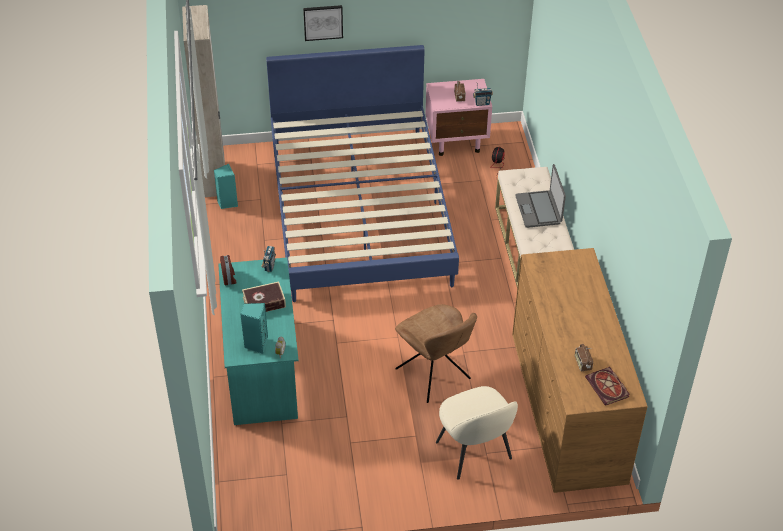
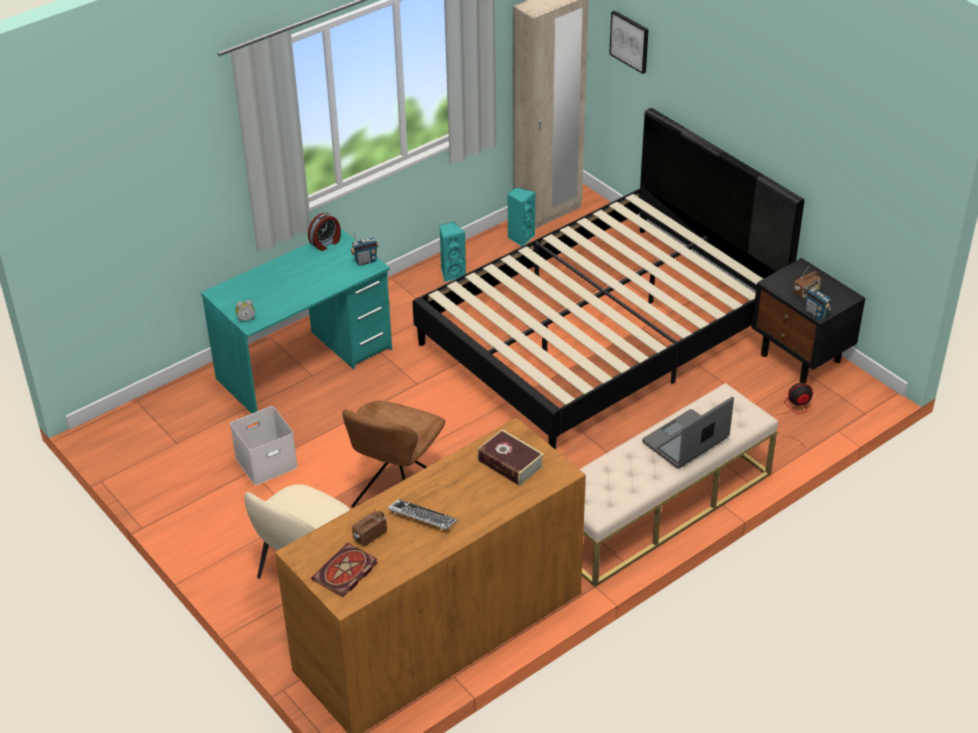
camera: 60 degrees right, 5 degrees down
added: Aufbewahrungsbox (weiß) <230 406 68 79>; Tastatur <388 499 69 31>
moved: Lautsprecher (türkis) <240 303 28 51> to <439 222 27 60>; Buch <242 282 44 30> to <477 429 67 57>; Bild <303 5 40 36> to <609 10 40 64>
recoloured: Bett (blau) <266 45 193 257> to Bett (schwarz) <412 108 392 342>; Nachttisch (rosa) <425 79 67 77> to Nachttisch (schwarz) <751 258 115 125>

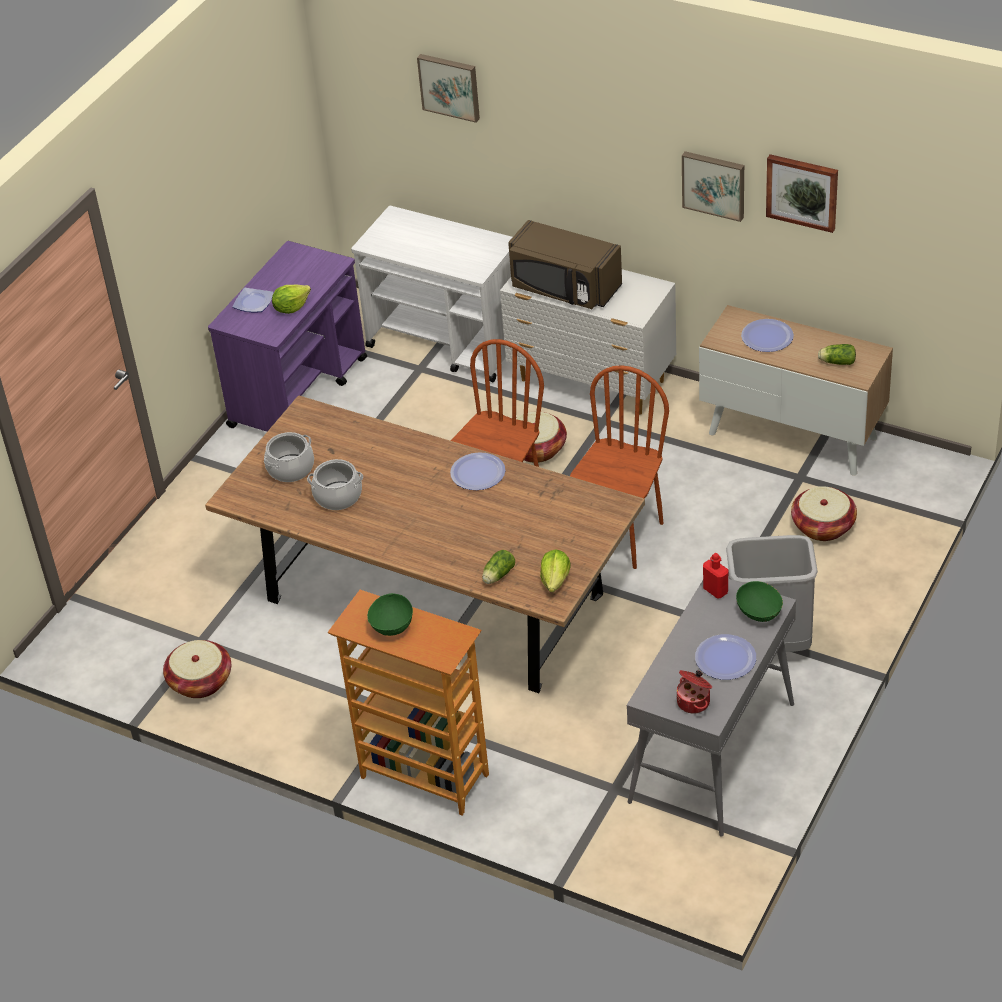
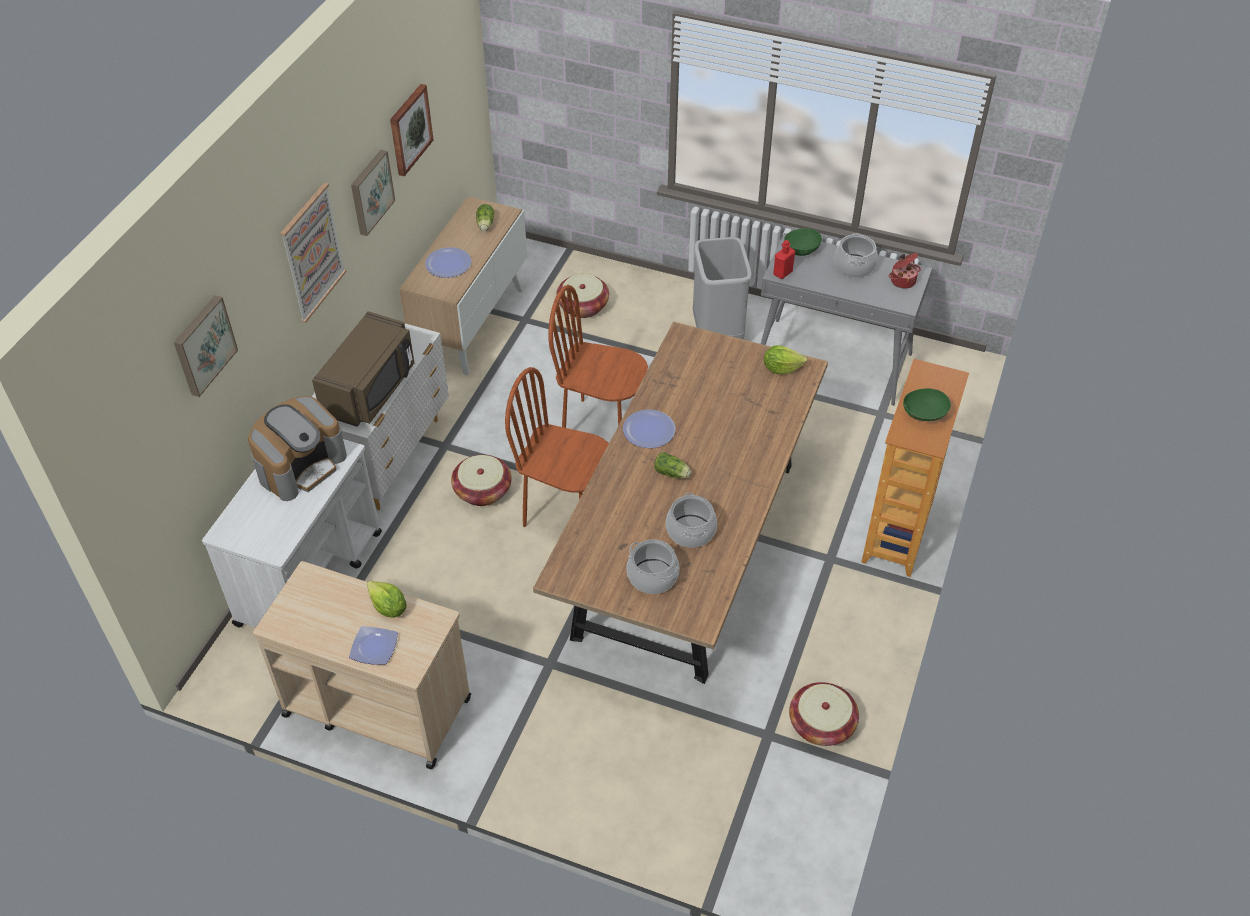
camera: 100 degrees left, 5 degrees up
added: Kaffeemaschine <248 396 99 105>; Bild <280 183 66 140>
moved: Salatkopf <482 550 33 34> to <654 452 38 27>
replaced: Teller <695 634 61 46> to Kochtopf <834 233 44 44>
recoloured: Rollwagen (lila) <208 241 159 191> to Rollwagen (beige) <253 561 218 208>

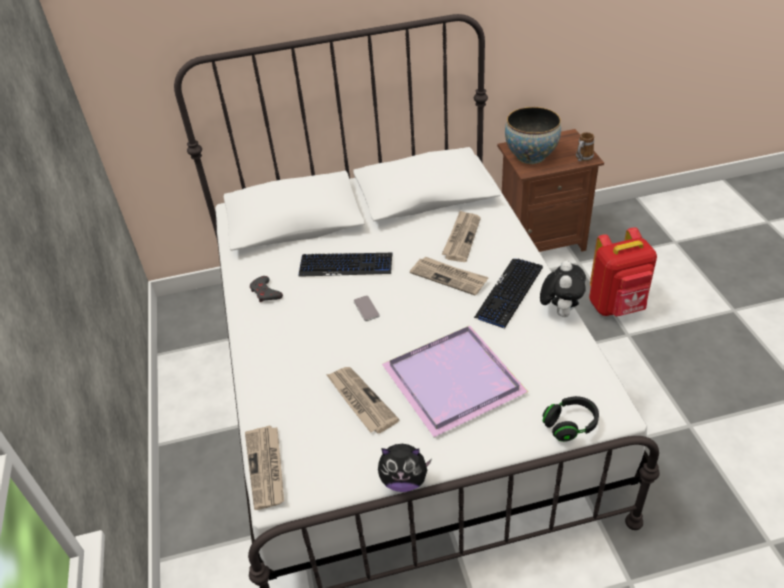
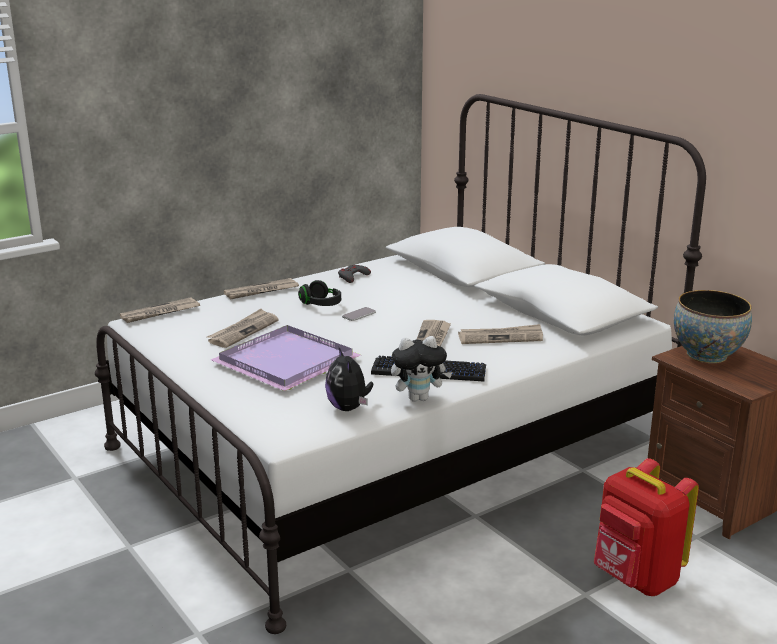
camera: 65 degrees right, 20 degrees down
removed: Tastatur <298 253 95 24>; Henkelbecher <576 132 18 30>
added: Zeitung <224 278 75 21>
moved: Plüschtier <378 444 53 48> to <325 348 48 63>; Kopfhörer (schwarz) <543 396 56 46> to <298 280 43 26>

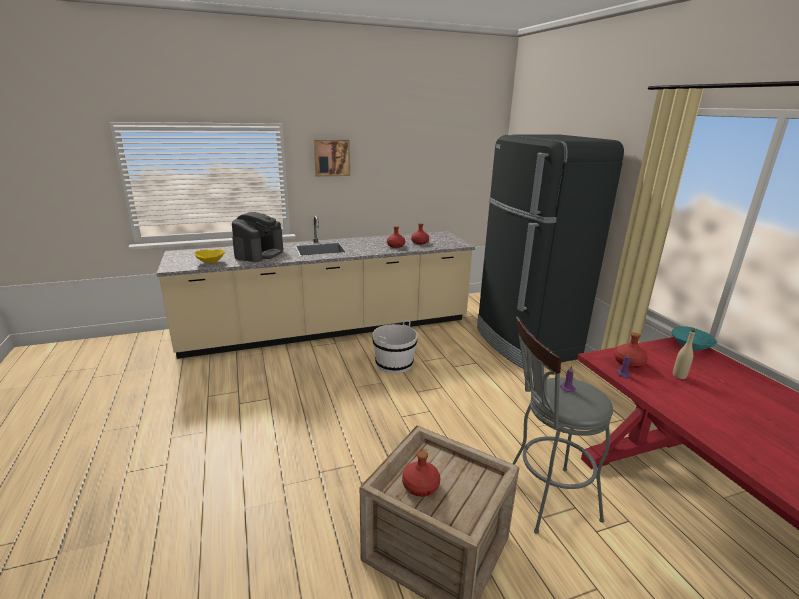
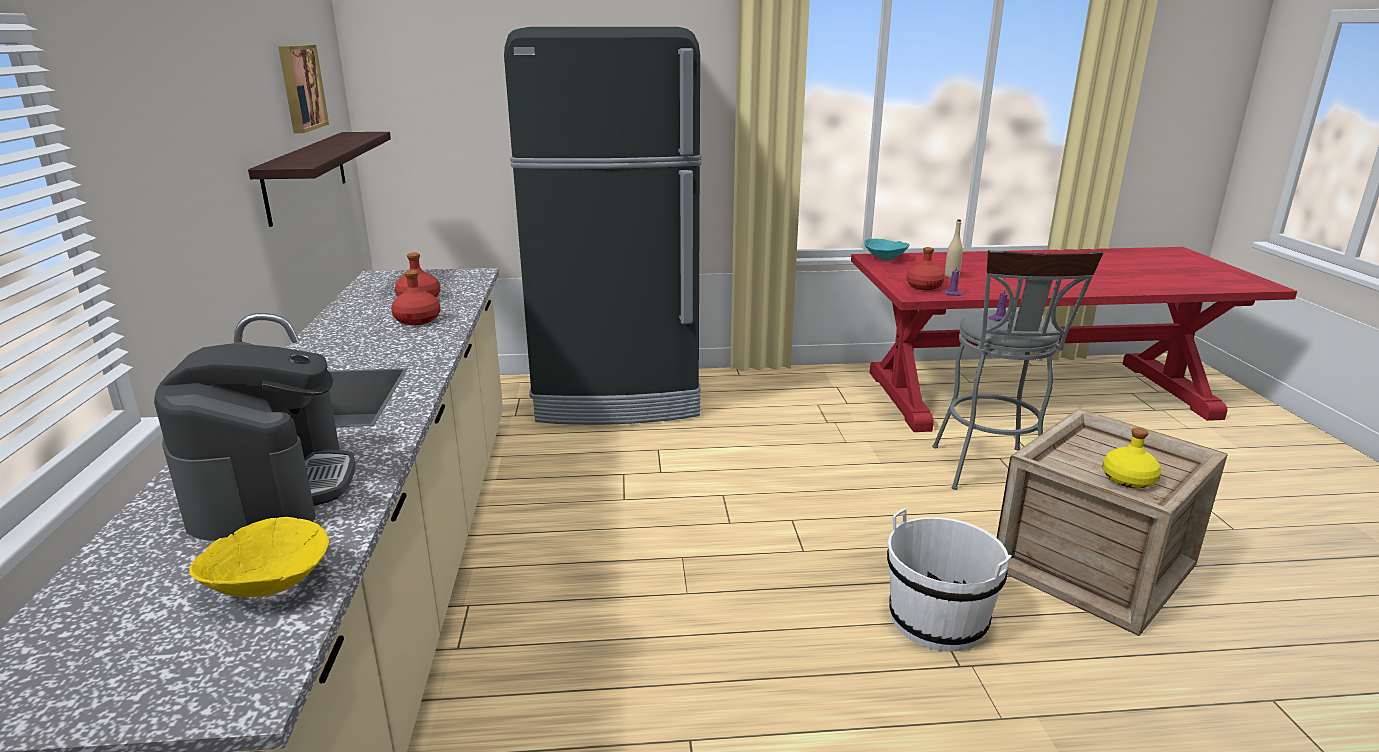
camera: 75 degrees left, 0 degrees up
added: Wandregal <248 132 143 95>
moved: Bild <314 139 36 38> to <278 45 51 88>; Eimer (weiß) <372 319 46 54> to <887 508 125 144>
recoloured: Flasche (rot) <402 451 38 46> to Flasche (gelb) <1102 427 59 62>
turned: Kaffeemaschine <232 212 51 50> = <154 342 202 199> 45 degrees clockwise

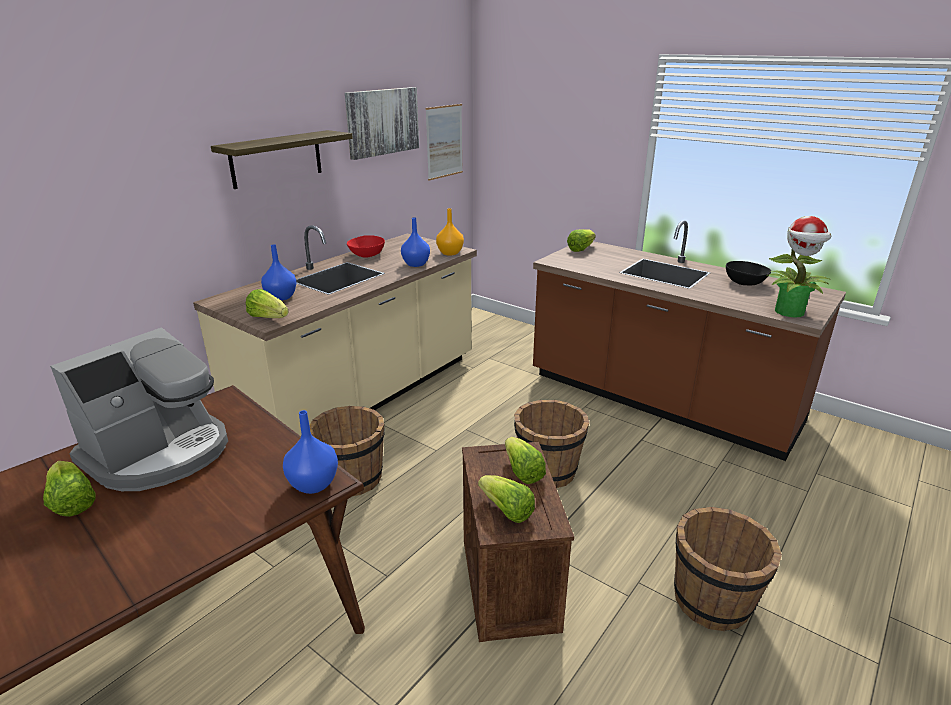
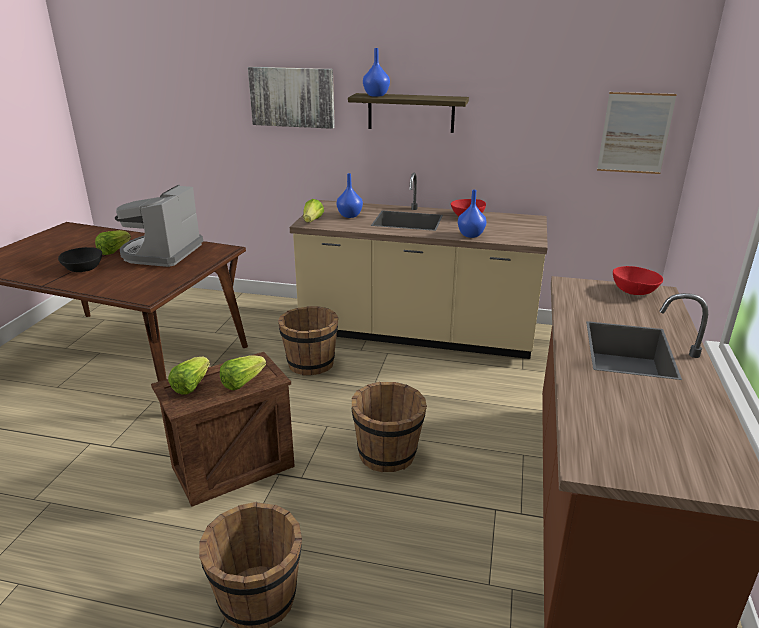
camera: 65 degrees right, 0 degrees up
removed: Vase (orange) <436 208 28 48>; Topfpflanze <767 216 64 102>
moved: Vase (blau) <283 410 55 84> to <363 48 27 49>; Bild <345 87 74 73> to <248 67 87 62>; Schüssel (schwarz) <726 261 45 24> to <58 247 44 25>
replaced: Salatkopf <567 229 29 23> to Schüssel (rot) <613 266 50 29>
turned: Kaffeemaschine <50 328 178 163> = <115 185 88 82> 90 degrees clockwise

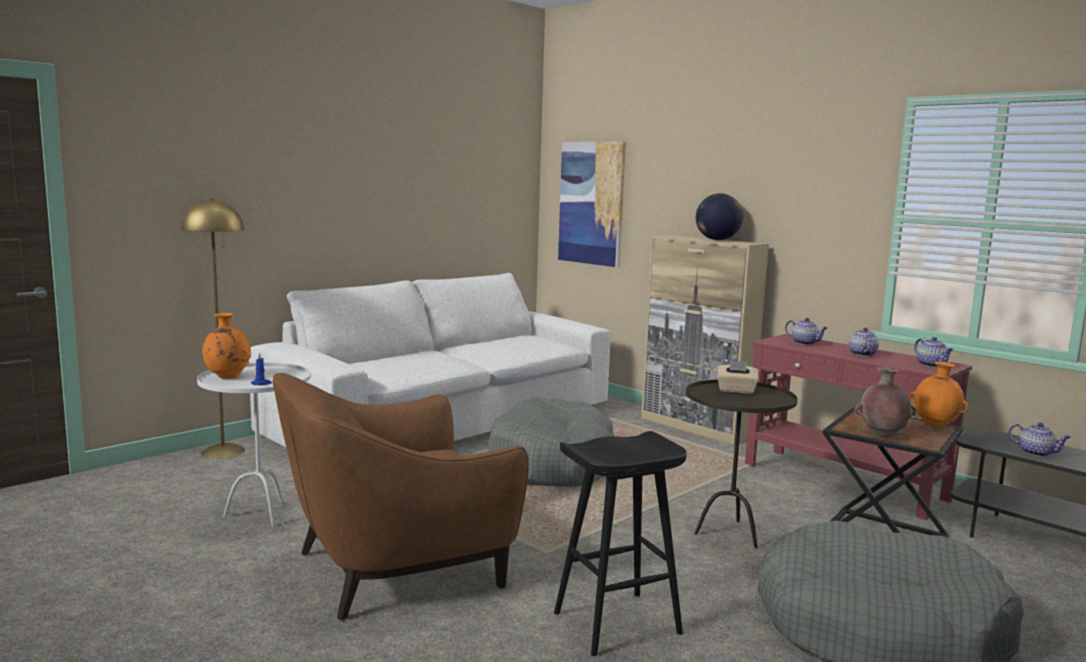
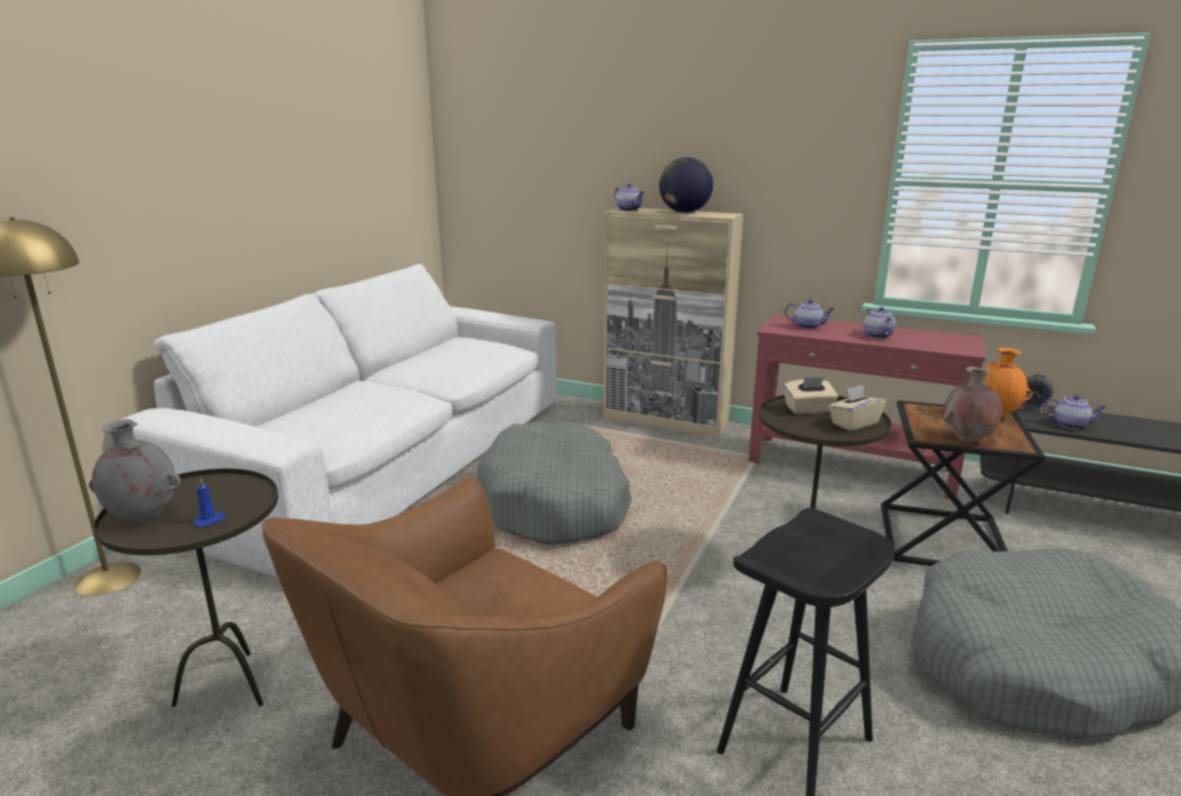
camera: 20 degrees left, 10 degrees up
removed: Bild <558 141 68 126>
added: Taschentuchbox (beige) <829 385 57 46>; Wecker <1018 374 36 40>
moved: Teekanne <914 337 39 30> to <614 183 30 28>
recoloured: Beistelltisch (weiß) <197 363 114 164> to Beistelltisch (braun) <94 468 184 239>; Vase (orange) <202 313 49 66> to Vase (grau) <89 419 92 103>

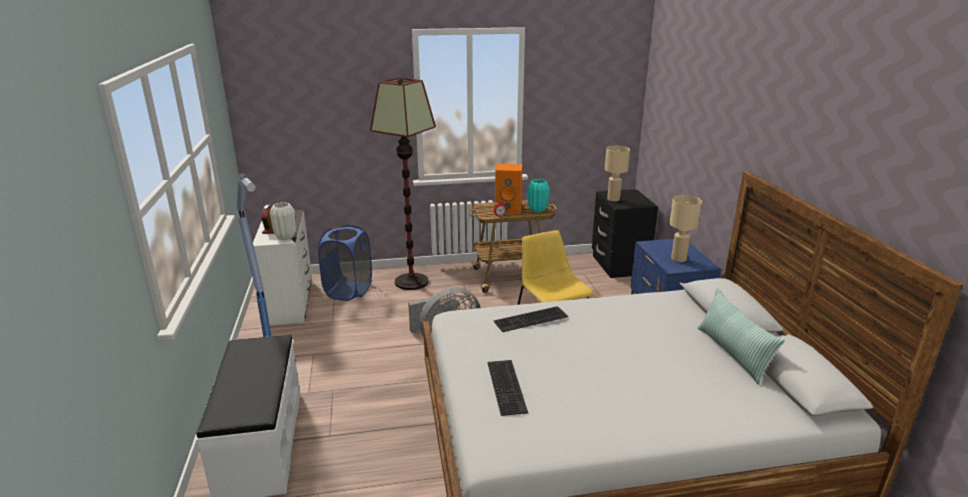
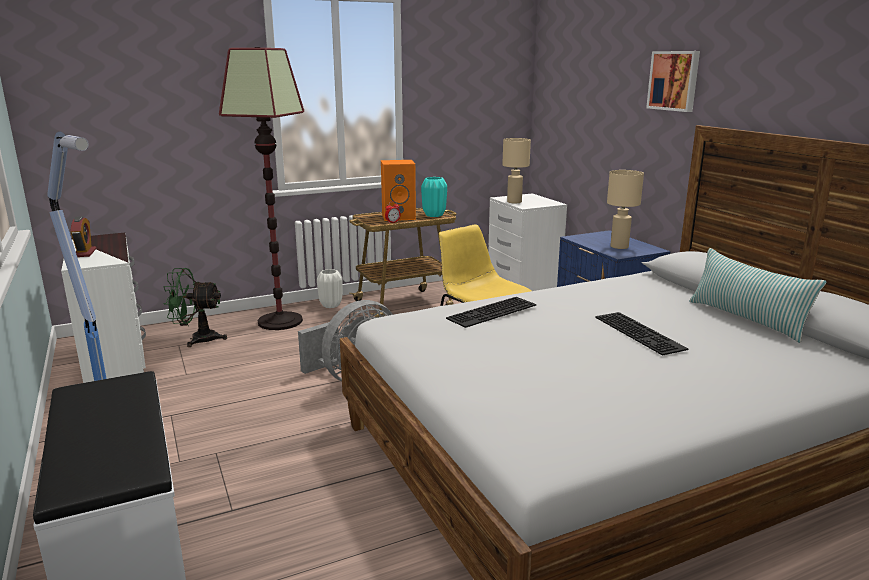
camera: 15 degrees left, 5 degrees down
added: Bild <646 51 54 61>
moved: Vase (weiß) <270 202 26 38> to <317 269 26 39>; Tastatur <487 360 41 56> to <595 312 93 44>
replaced: Wäschekorb (blau) <318 225 54 76> to Ventilator (grün) <163 268 64 79>
recoloured: Nachttisch (schwarz) <592 189 66 89> to Nachttisch (weiß) <488 193 79 98>

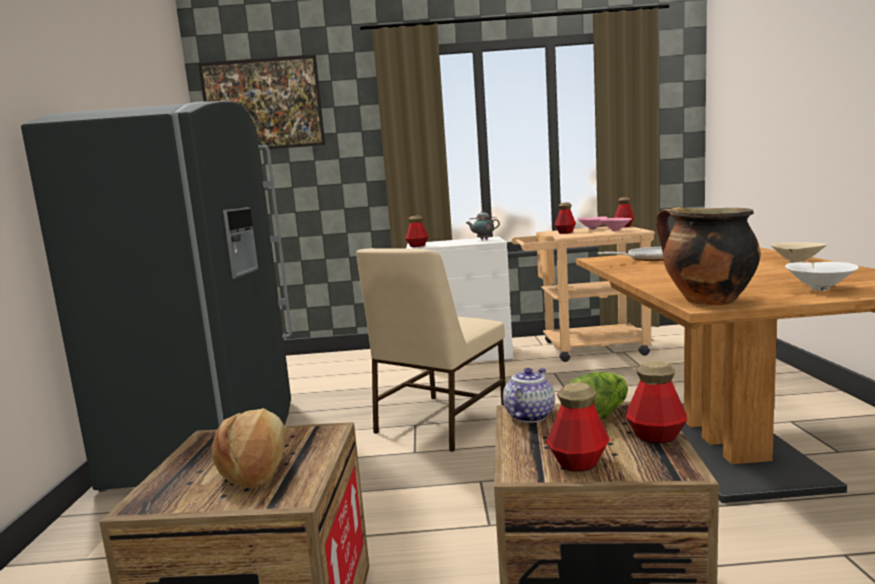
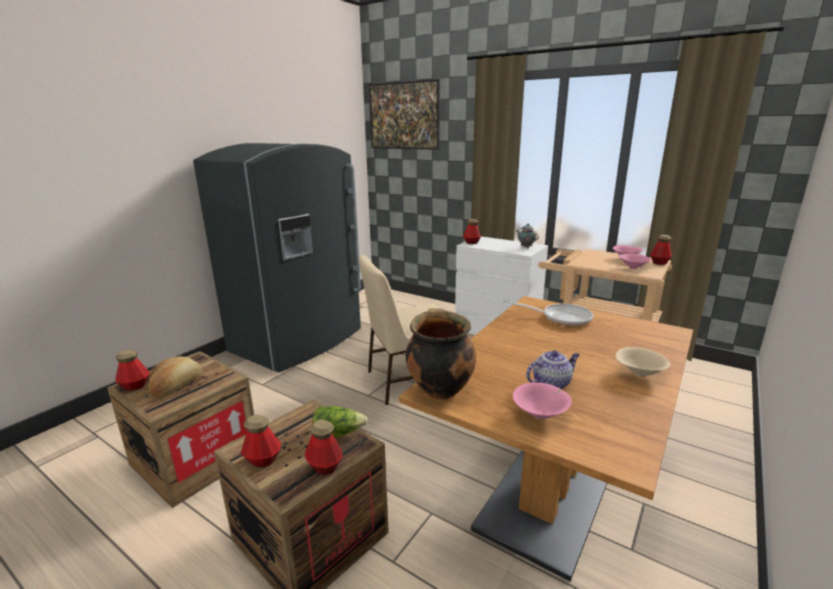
camera: 35 degrees right, 10 degrees up
moved: Teekanne <503 368 52 55> to <526 350 54 39>; Flasche <555 202 21 32> to <115 350 34 41>
recoloured: Schüssel (weiß) <785 262 74 29> to Schüssel (rosa) <513 382 59 38>

